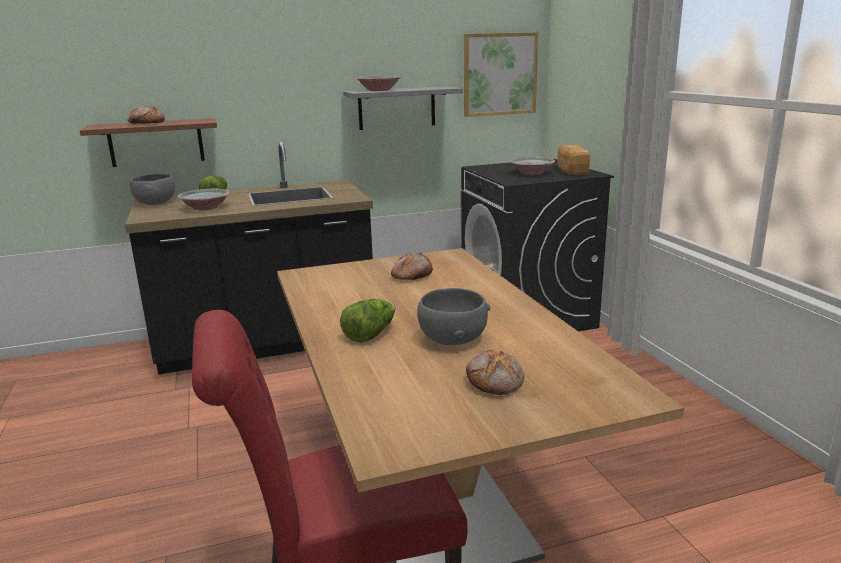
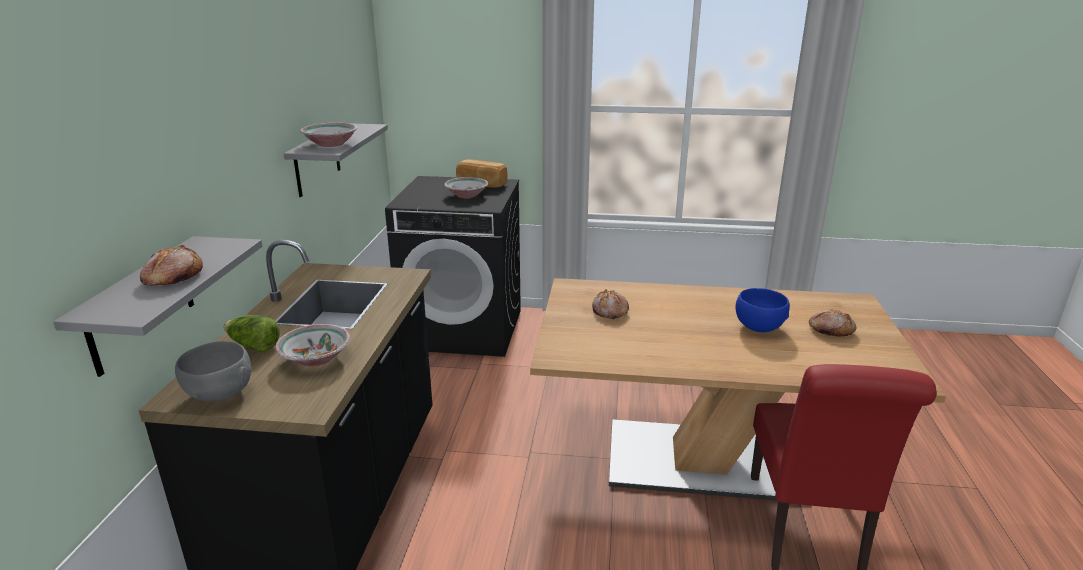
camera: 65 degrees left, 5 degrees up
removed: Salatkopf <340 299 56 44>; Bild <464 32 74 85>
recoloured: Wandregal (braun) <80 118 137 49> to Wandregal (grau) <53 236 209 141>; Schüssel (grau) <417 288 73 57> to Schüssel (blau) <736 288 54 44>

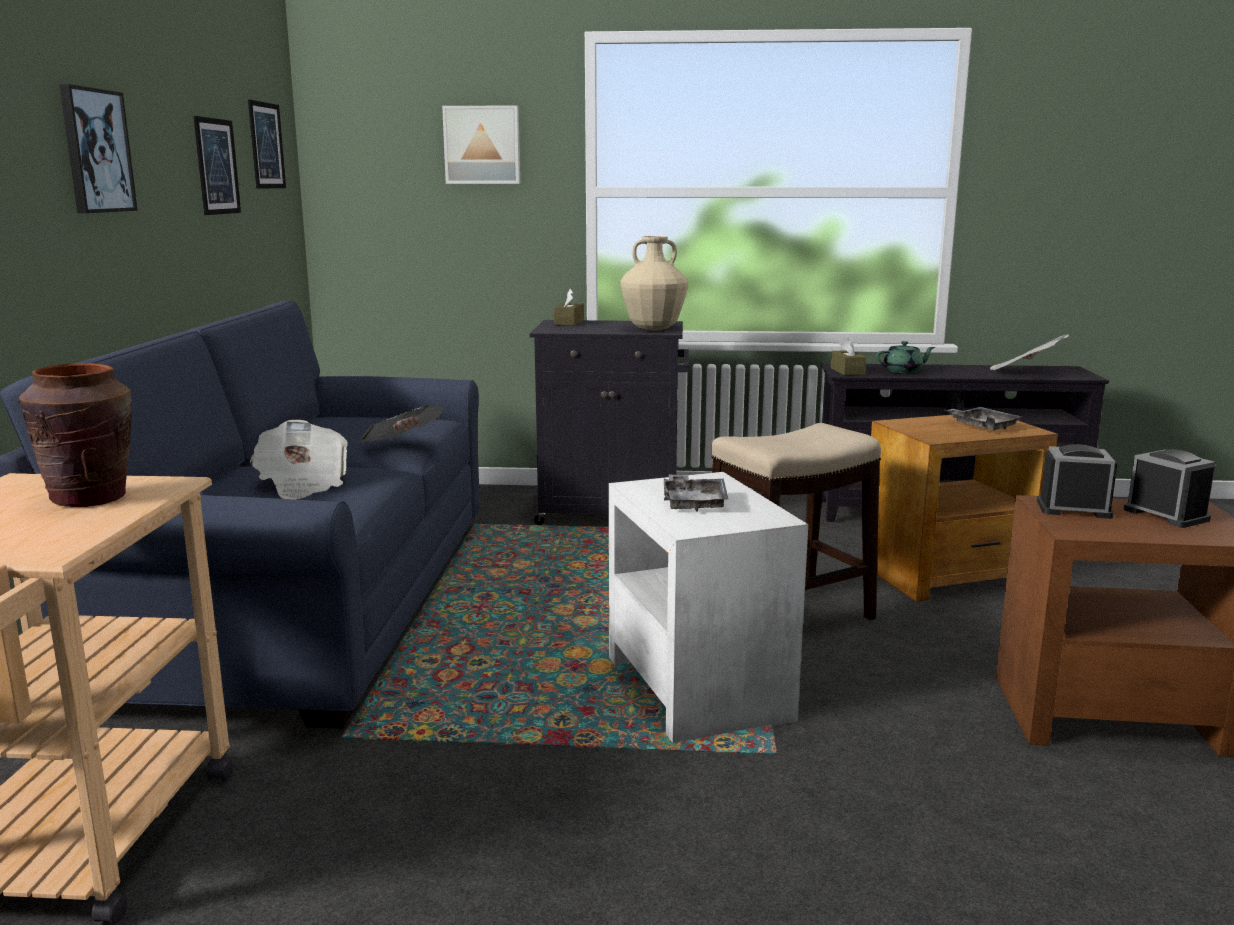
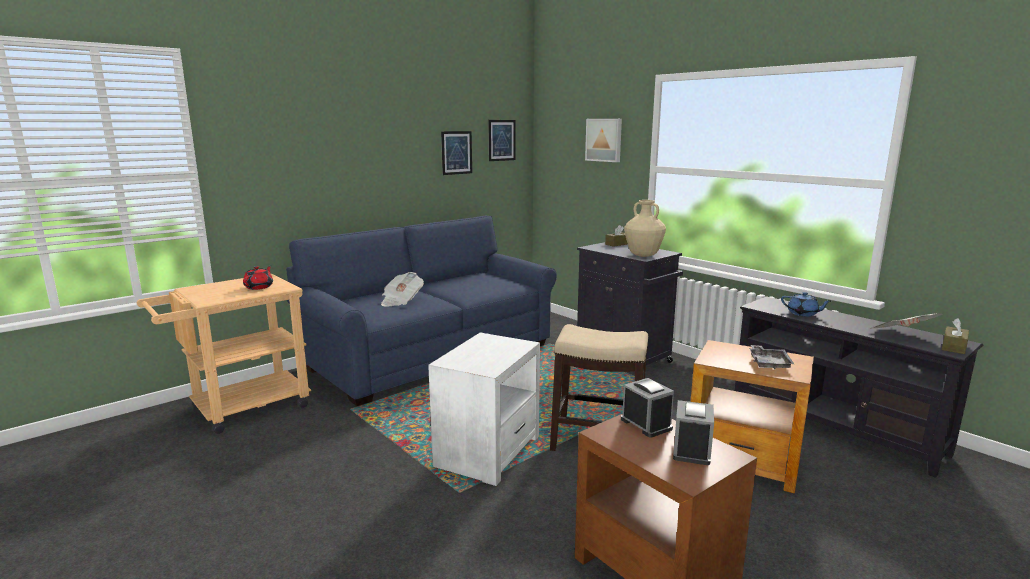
camera: 45 degrees right, 0 degrees up
removed: Bild <59 84 79 129>; Zeitung <360 405 84 37>; Tablett (grau) <664 474 65 37>
moved: Taschentuchbox (braun) <831 337 35 38> to <942 318 27 36>
replaced: Vase (braun) <19 363 113 144> to Teekanne (rot) <243 266 30 24>
recoloured: Teekanne (grün) <876 341 59 33> to Teekanne (blau) <781 292 50 25>

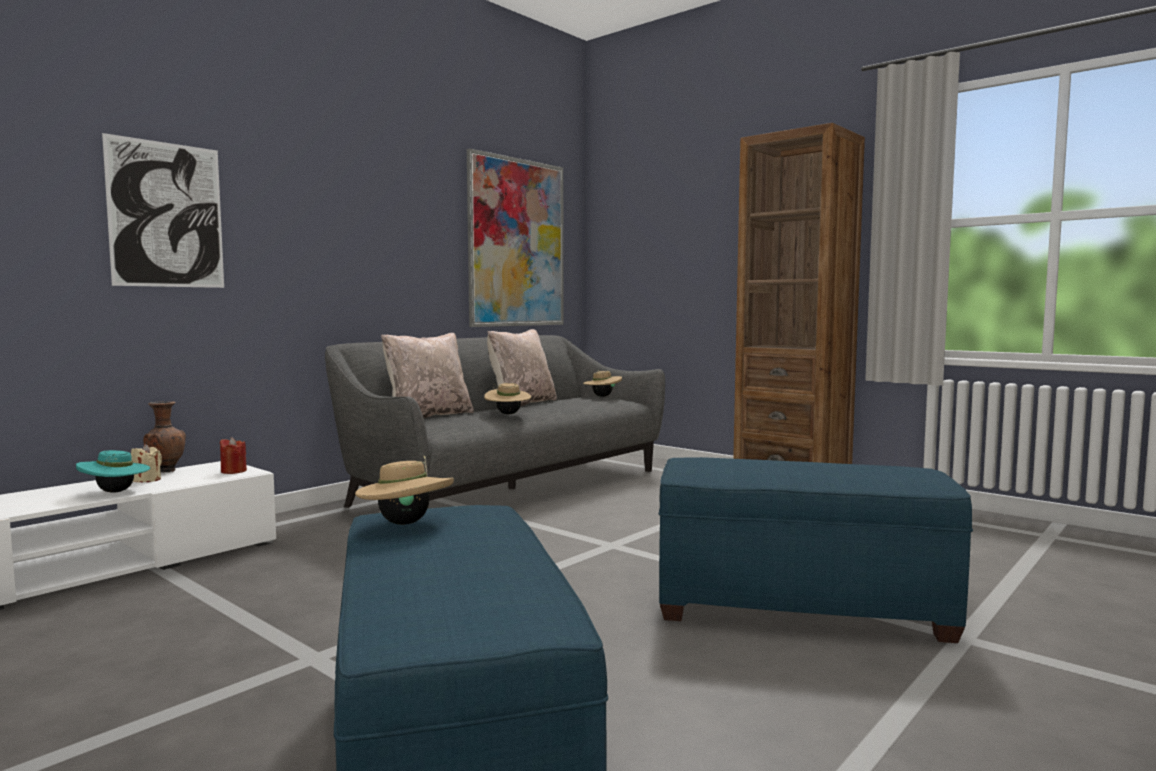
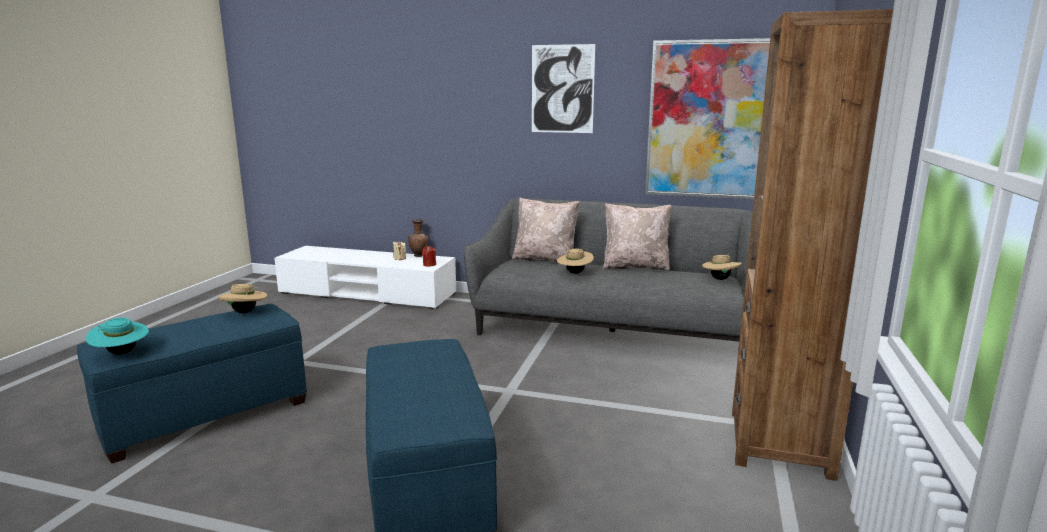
camera: 65 degrees right, 10 degrees up
moved: Hut (türkis) <76 450 74 43> to <86 318 63 37>; Bild <102 133 122 155> to <532 44 63 89>

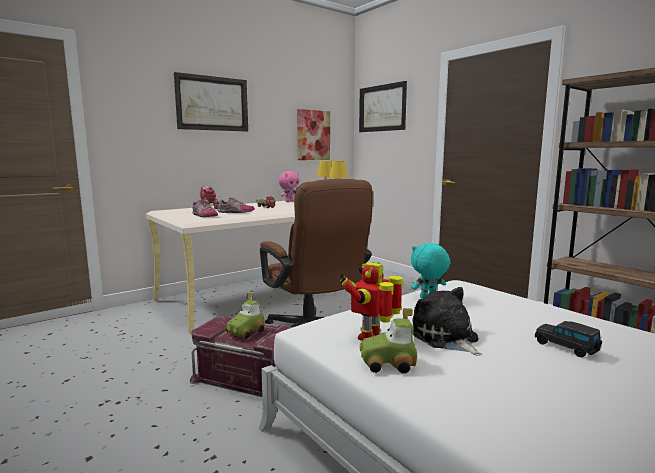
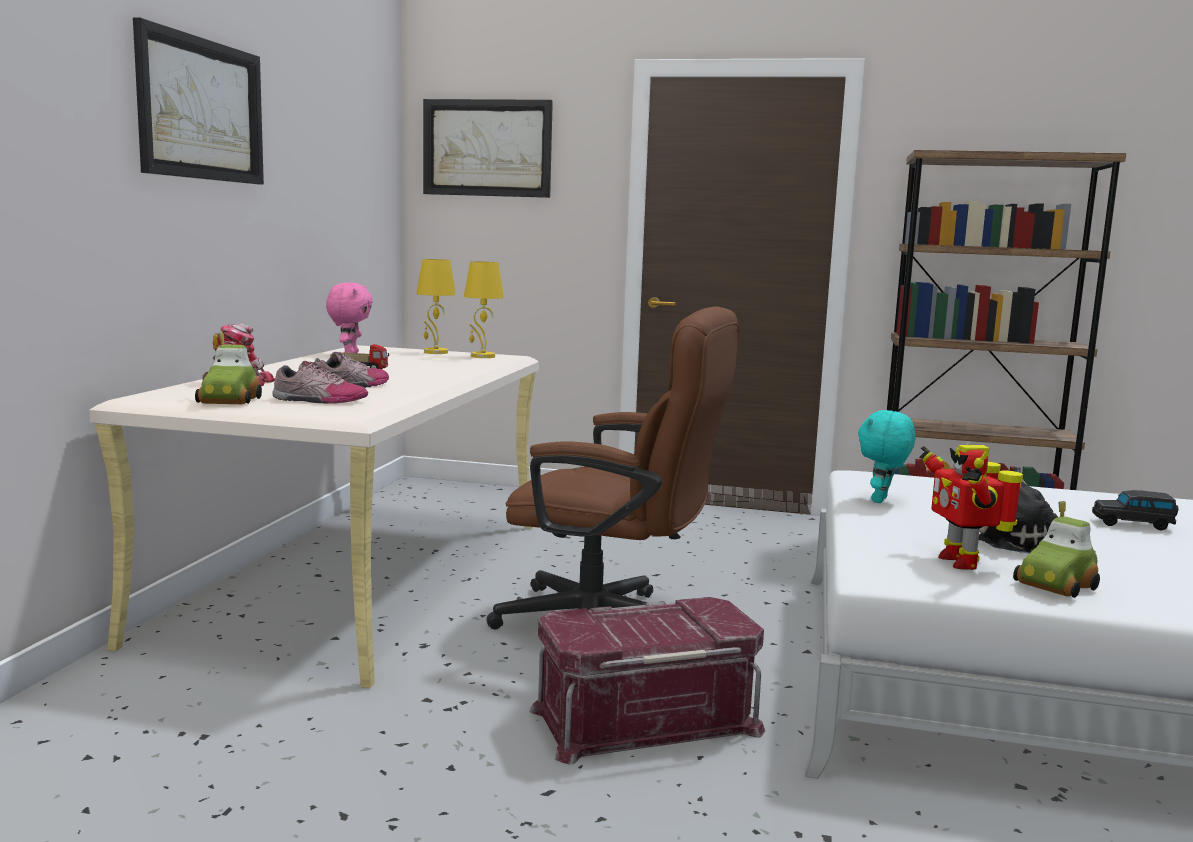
camera: 40 degrees left, 0 degrees up
removed: Bild <297 109 33 51>
moved: Spielzeugauto <226 293 39 46> to <195 332 67 72>

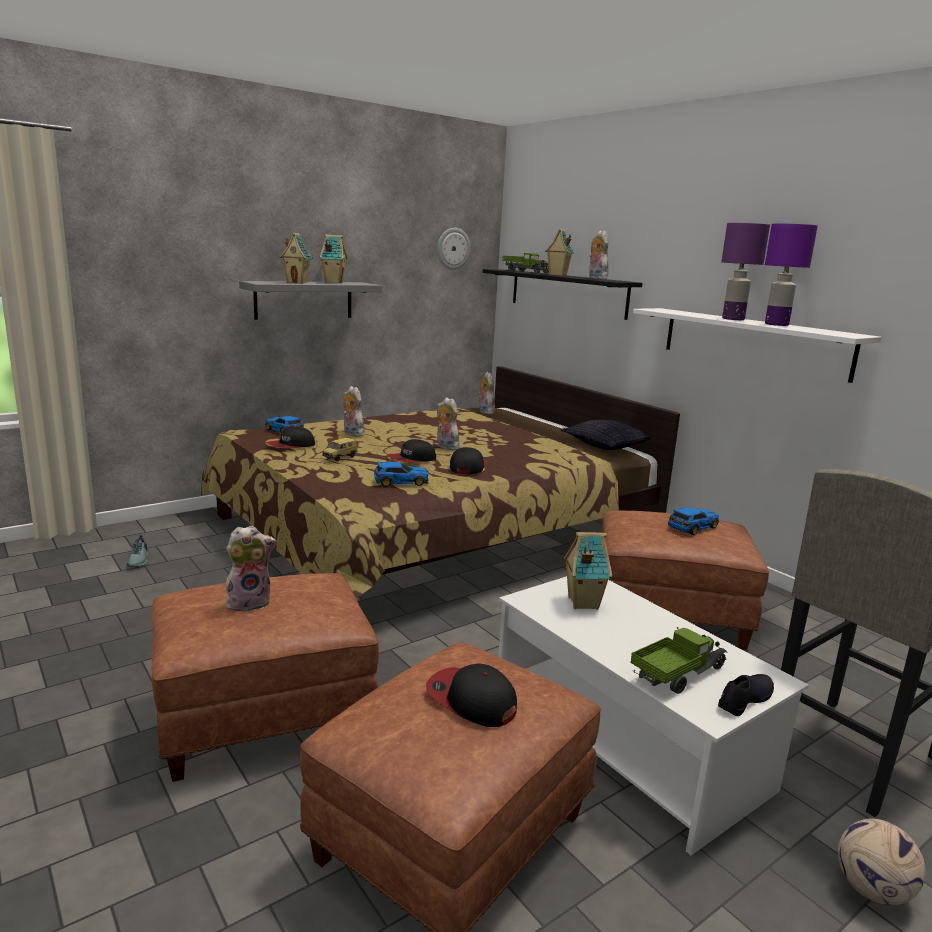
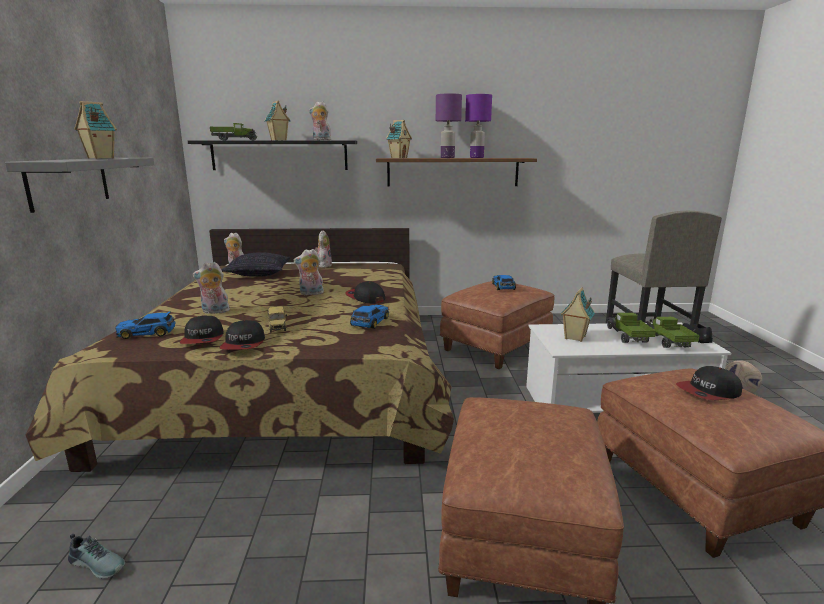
camera: 55 degrees left, 0 degrees up
removed: Wanduhr <437 228 33 42>
added: Spielzeuglaster <607 313 49 30>
moved: Plüschtier <226 526 50 86> to <315 230 17 38>; Spielzeughaus <280 233 33 51> to <386 120 26 38>; Kappe <387 439 49 24> to <219 320 46 30>; Kissen <561 420 89 30> to <221 252 70 25>
recoloured: Wandregal (weiß) <633 308 249 75> to Wandregal (braun) <376 158 161 29>

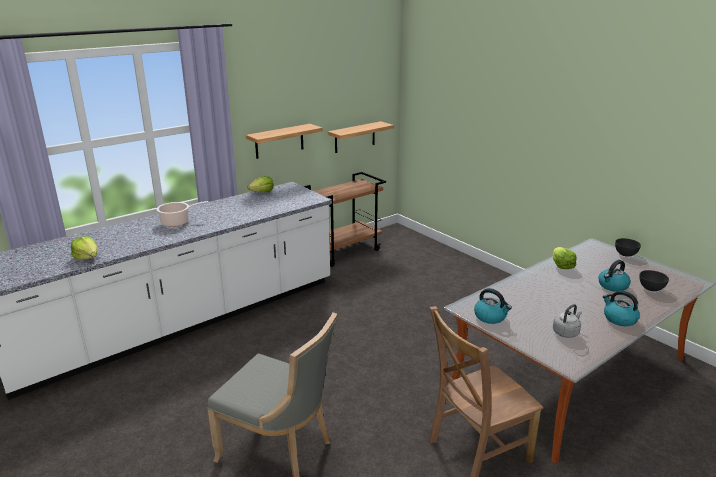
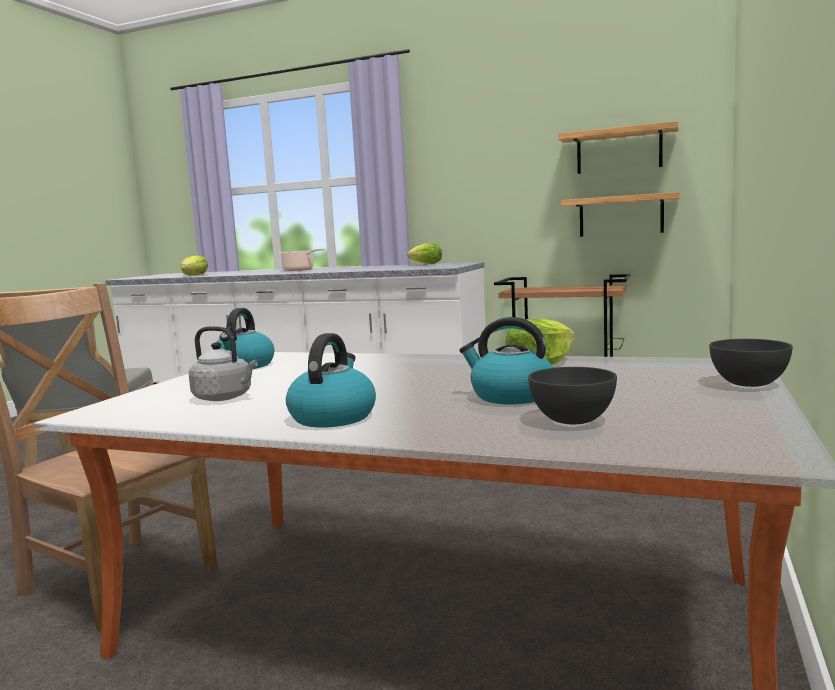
camera: 60 degrees right, 15 degrees down
moved: Wandregal <246 124 77 35> to <558 121 120 53>

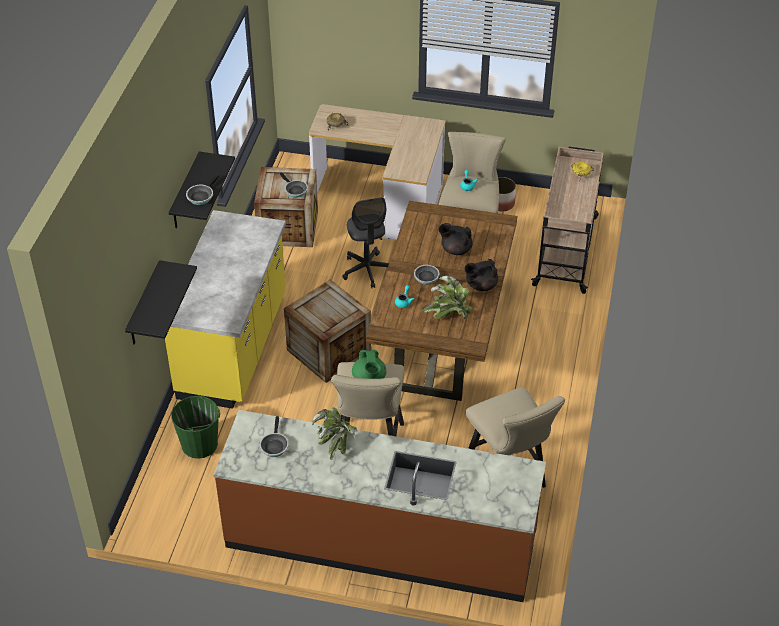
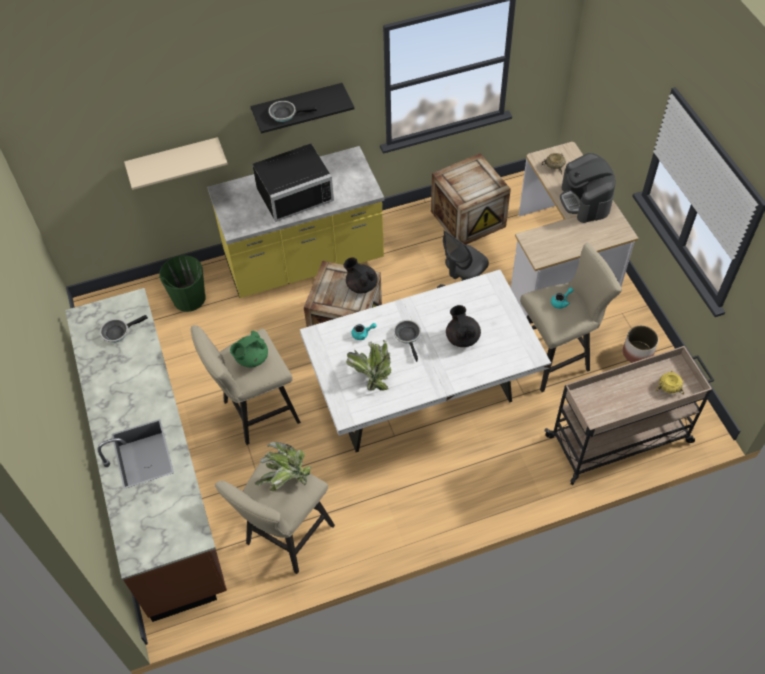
camera: 60 degrees right, 10 degrees up
removed: Pfanne <280 172 28 26>
added: Mikrowelle (schwarz) <252 144 82 78>; Kaffeemaschine <560 153 56 70>
moved: Topfpflanze <312 408 45 52> to <255 442 57 49>; Teekanne (schwarz) <465 259 33 32> to <344 258 33 36>
recoloured: Wandregal (schwarz) <125 260 72 84> to Wandregal (beige) <124 137 104 53>; Esstisch (braun) <366 201 151 200> to Esstisch (weiß) <300 270 251 182>

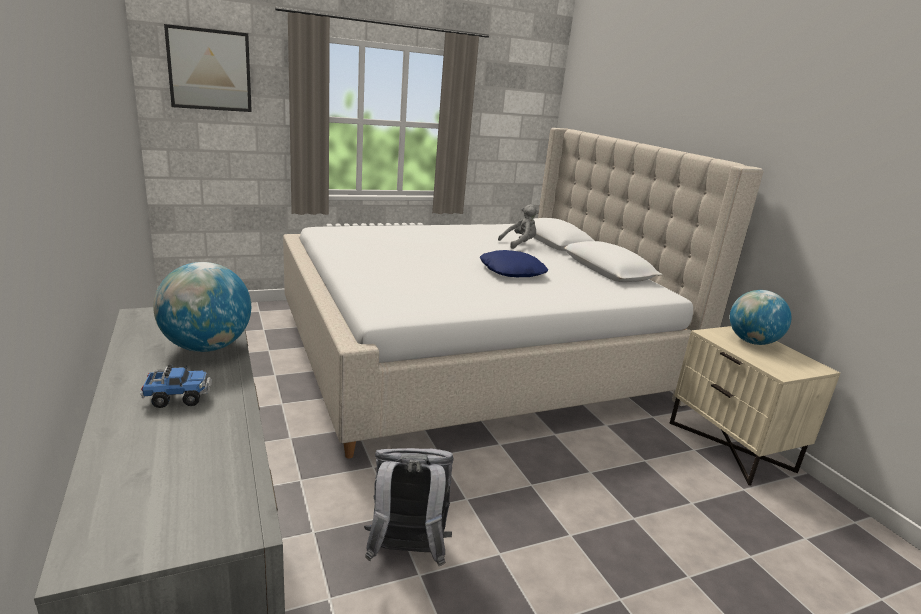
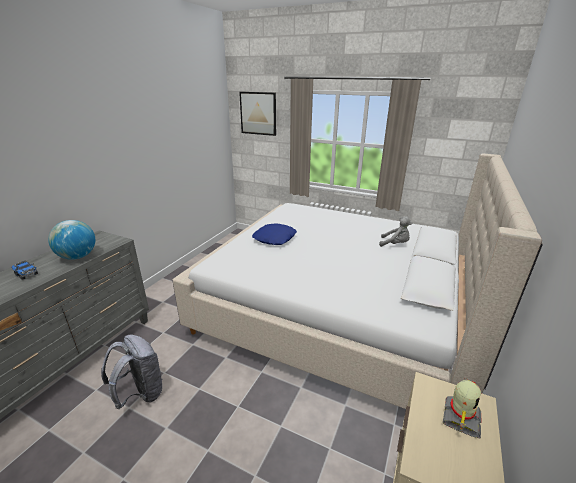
camera: 50 degrees right, 5 degrees up
moved: Kissen (blau) <480 250 68 27> to <252 224 45 21>
replaced: Globus <730 290 61 55> to Spielzeugroboter <443 380 38 59>

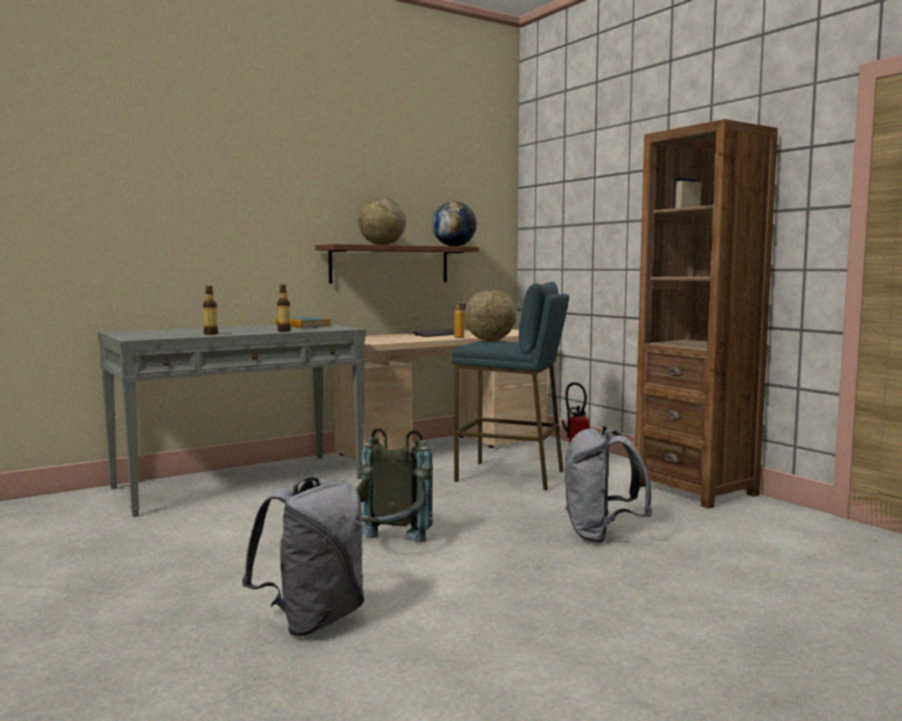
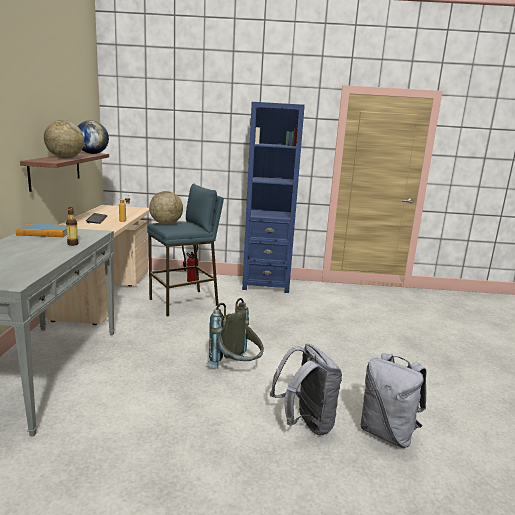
camera: 55 degrees left, 10 degrees up
removed: Flasche <203 285 15 50>
moved: Rucksack (grau) <565 426 87 117> to <360 354 67 94>
recoloured: Bücherregal (braun) <635 119 143 390> to Bücherregal (blau) <242 102 63 191>

